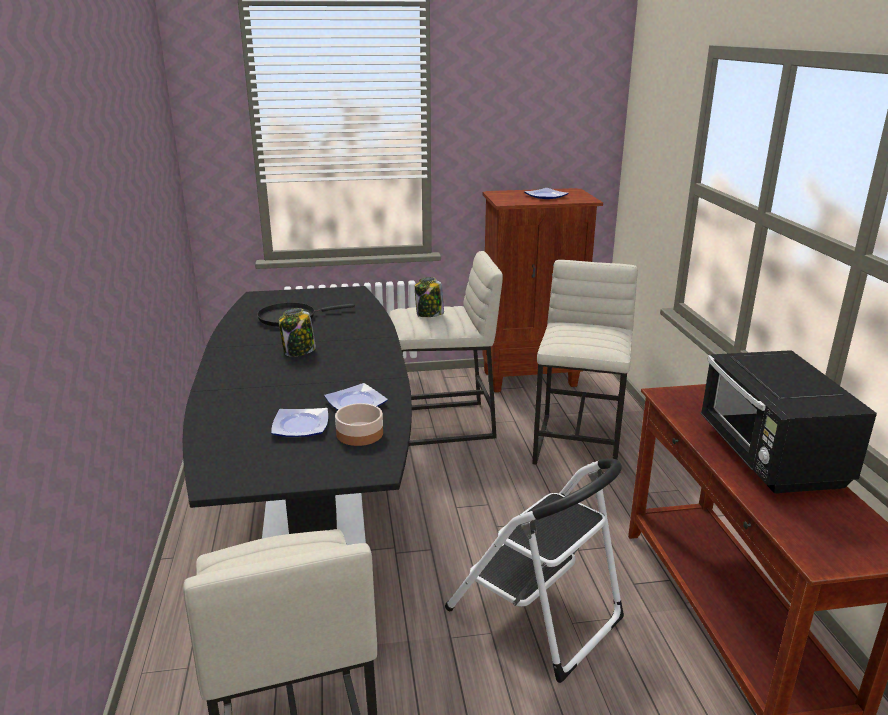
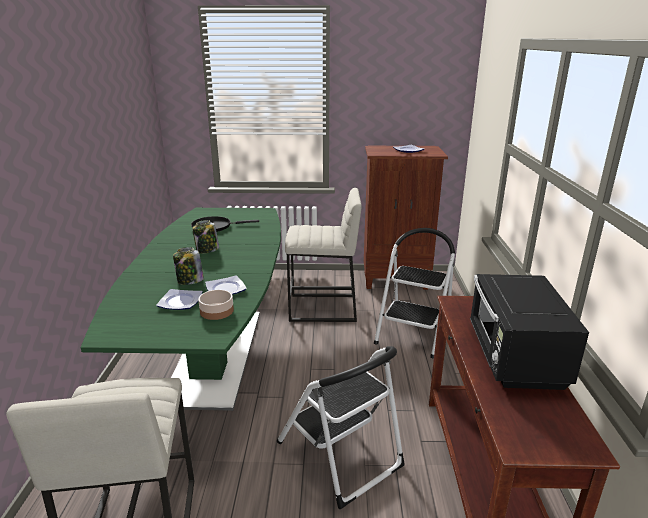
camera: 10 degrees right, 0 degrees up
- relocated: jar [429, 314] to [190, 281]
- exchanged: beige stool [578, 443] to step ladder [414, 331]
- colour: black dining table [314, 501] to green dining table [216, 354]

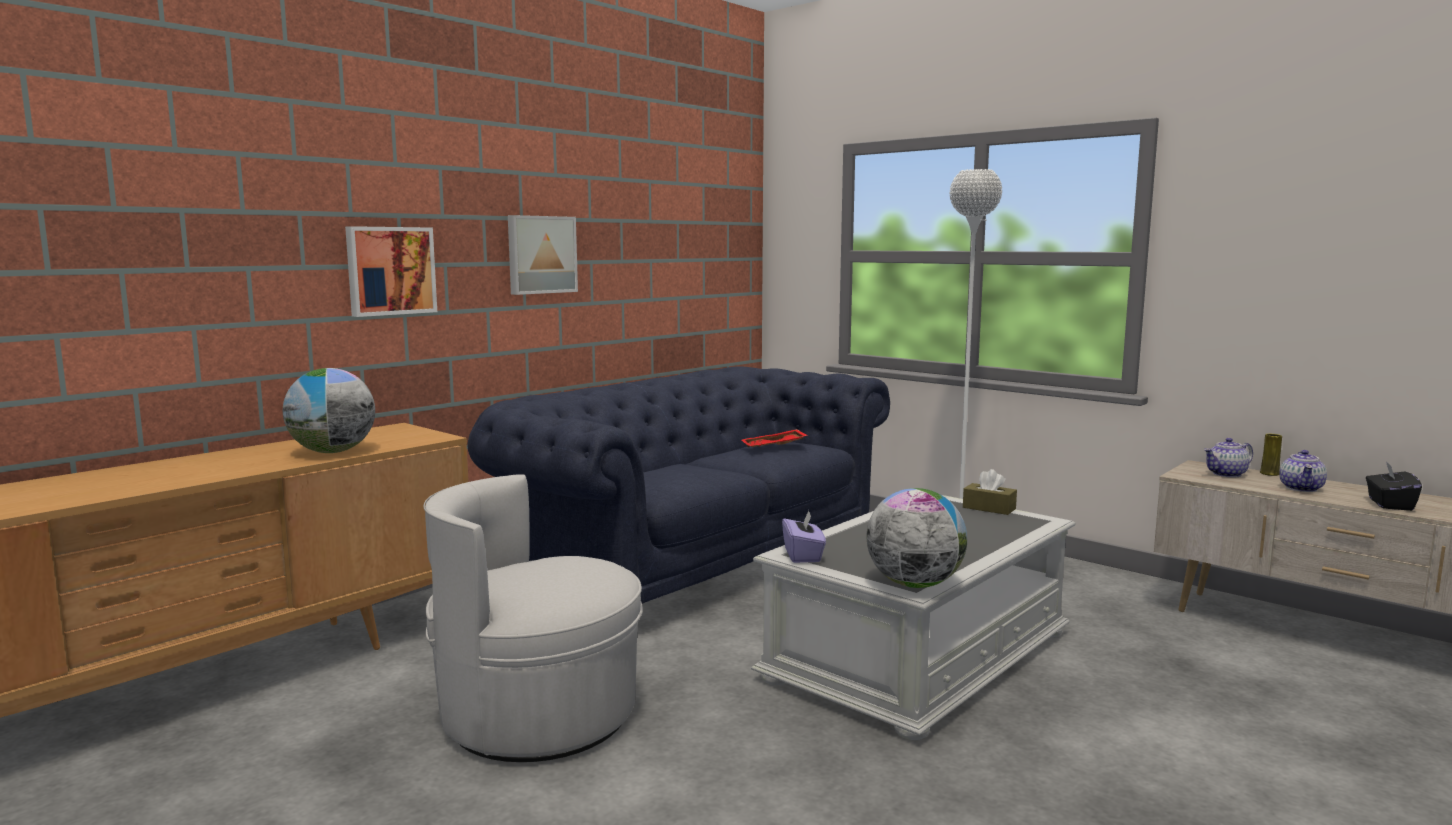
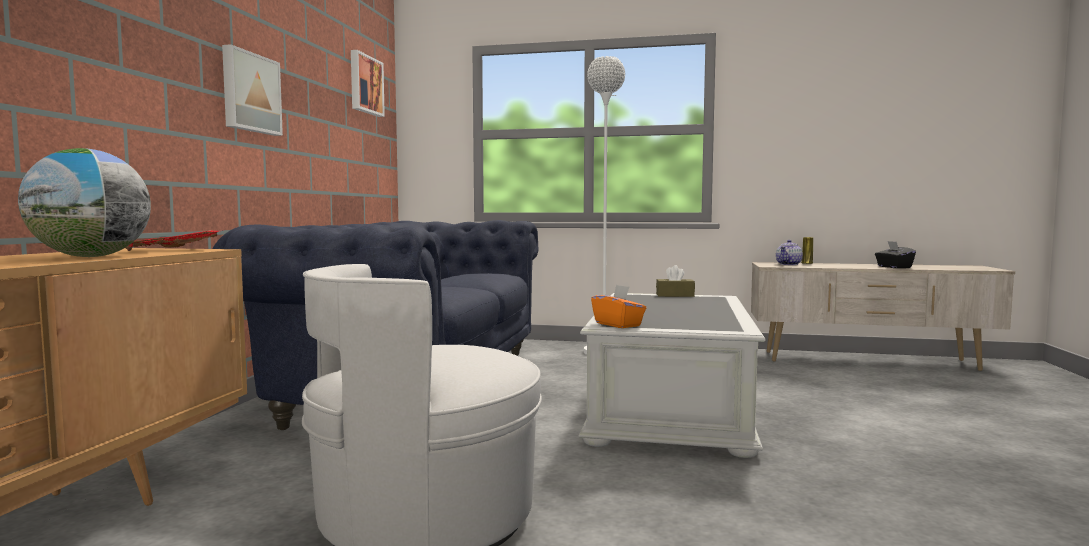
camera: 30 degrees left, 5 degrees down
- missing: globe [914, 584]
- missing: teapot [1302, 488]
- relocated: picture [390, 270] to [365, 85]
- relocated: red tray [774, 447] to [172, 250]
- colour: purple tissue box [803, 555] to orange tissue box [618, 324]

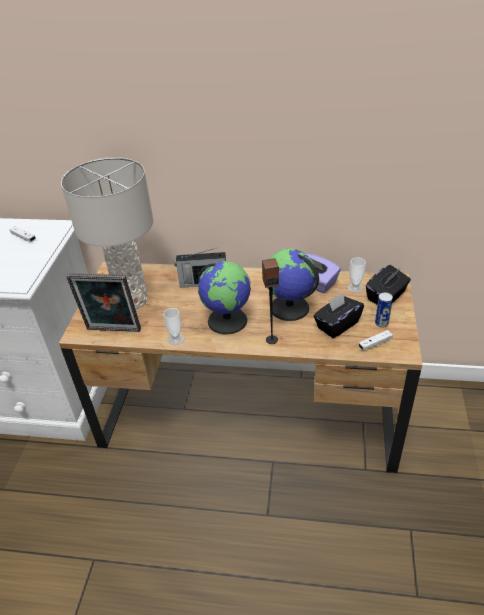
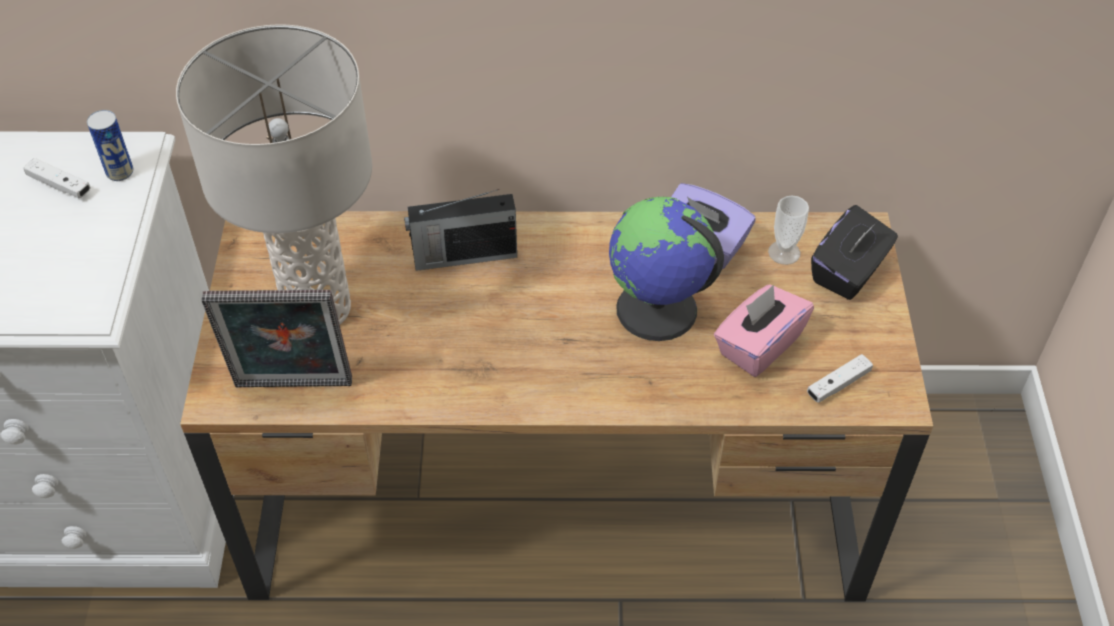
camera: 10 degrees left, 10 degrees up
- missing: cup [176, 339]
- missing: globe [227, 320]
- missing: speaker [271, 339]
- relocated: can [381, 323] to [120, 172]
- colour: black tissue box [337, 325] to pink tissue box [758, 345]

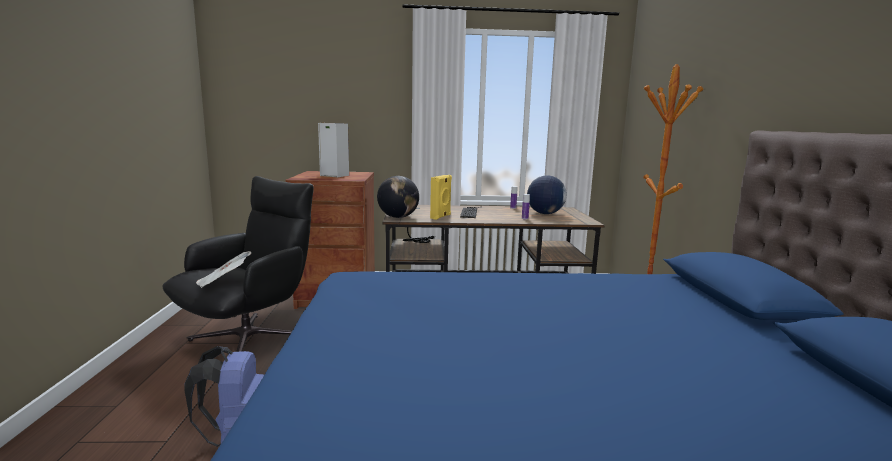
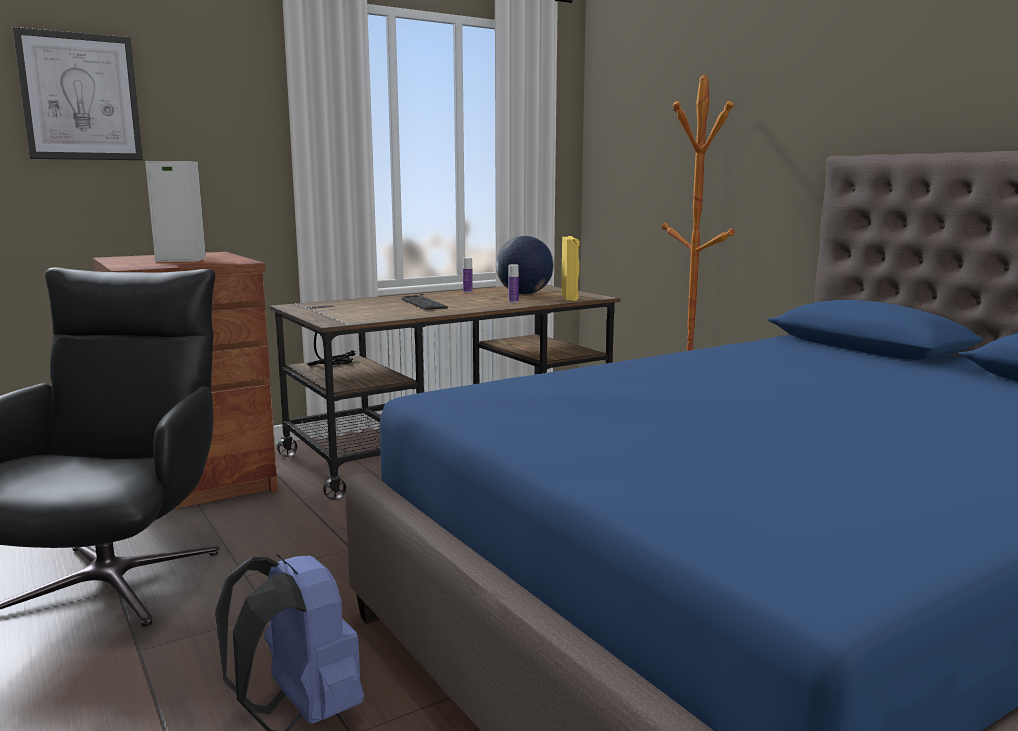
camera: 30 degrees left, 0 degrees up
- missing: newspaper [223, 282]
- missing: globe [398, 217]
- appeared: picture [80, 97]
- relocated: yellow speaker [441, 216] to [570, 297]

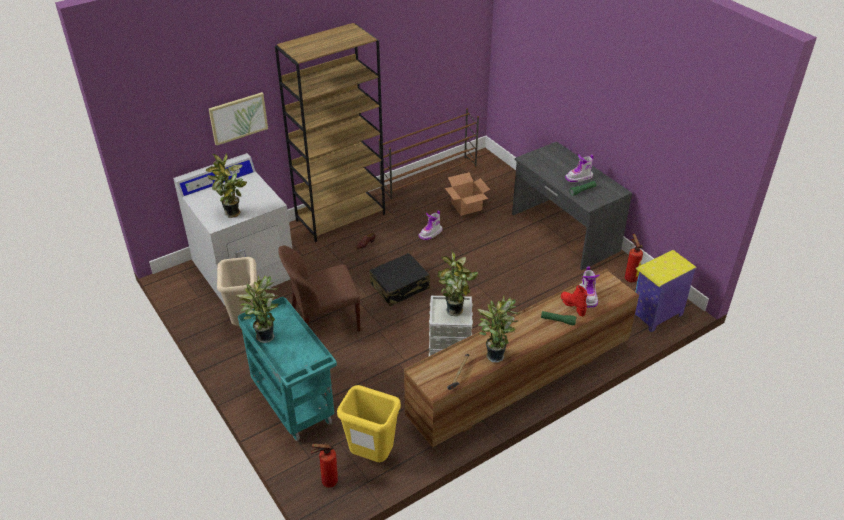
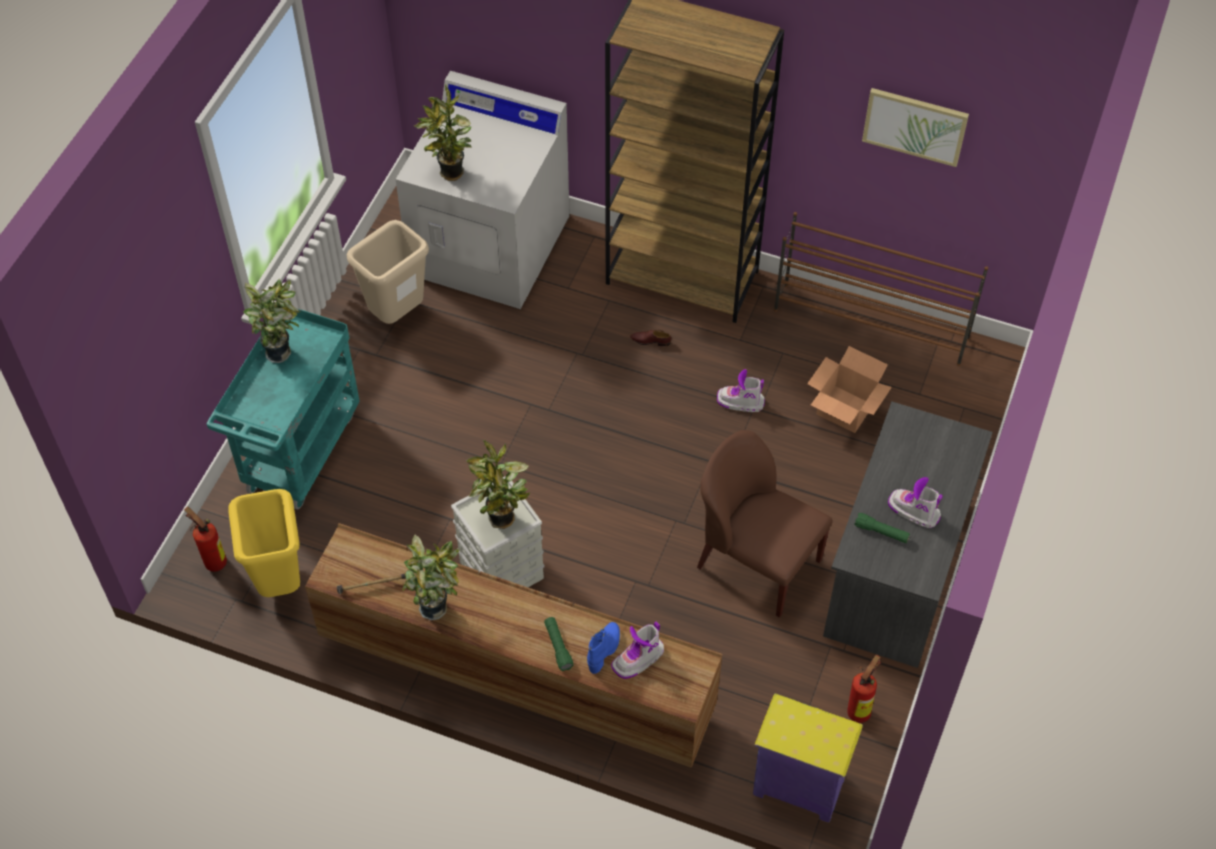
camera: 55 degrees right, 15 degrees up
- missing: black suitcase [400, 286]
- relocated: picture [238, 118] to [915, 125]
- relocated: brown chair [323, 323] to [756, 563]
- colour: red boot [573, 306] to blue boot [604, 650]

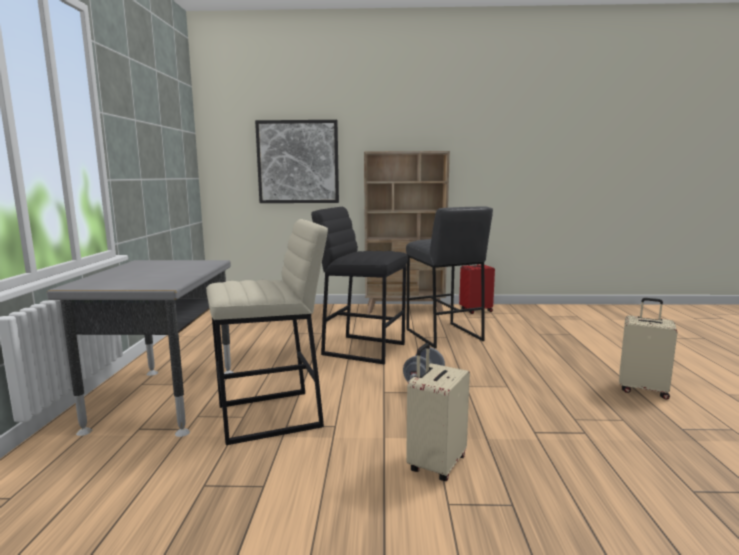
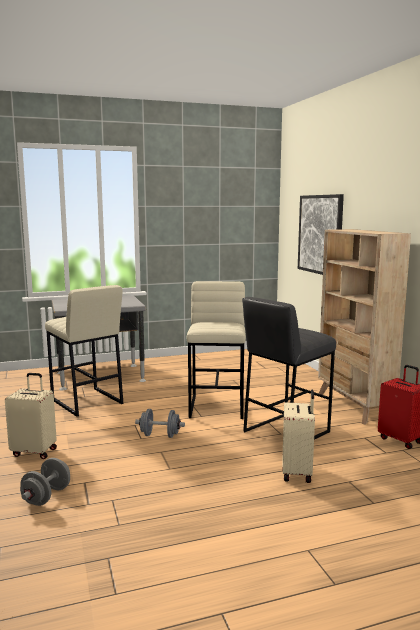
camera: 70 degrees right, 0 degrees up
- appeared: grey dumbbell [46, 496]
- relocated: beige suitcase [643, 390] to [298, 473]
- colour: black stool [361, 349] to beige stool [216, 406]

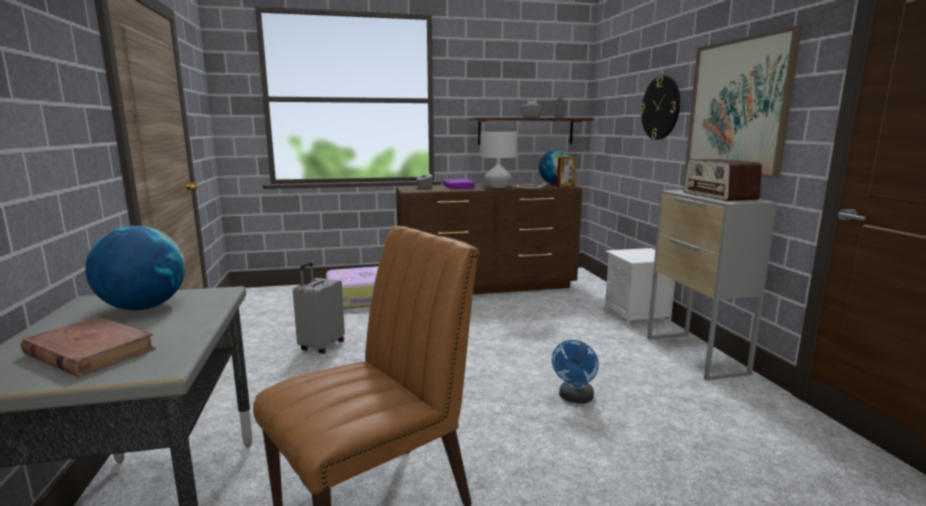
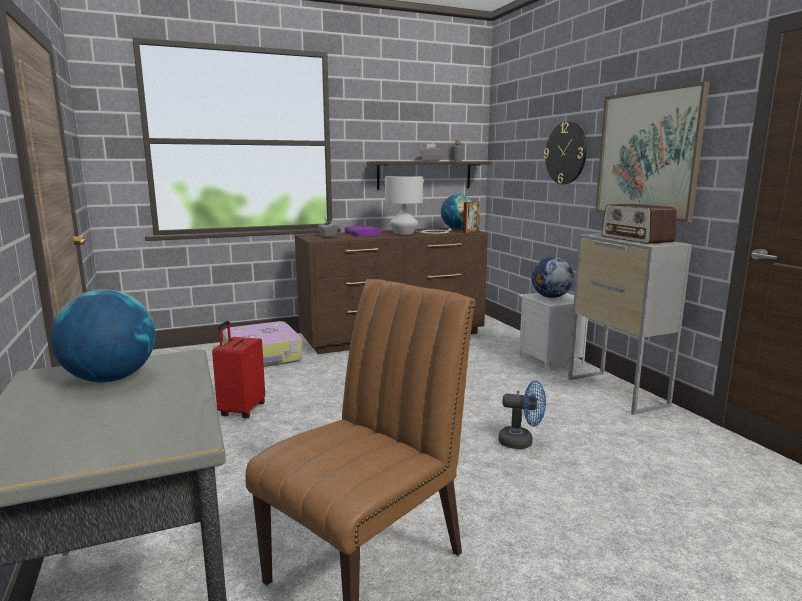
camera: 10 degrees left, 0 degrees up
- missing: brown book [90, 352]
- appeared: globe [550, 297]
- colour: grey suitcase [321, 346] to red suitcase [241, 410]
- spun: blue fan [575, 398] = [521, 442] 90 degrees counterclockwise

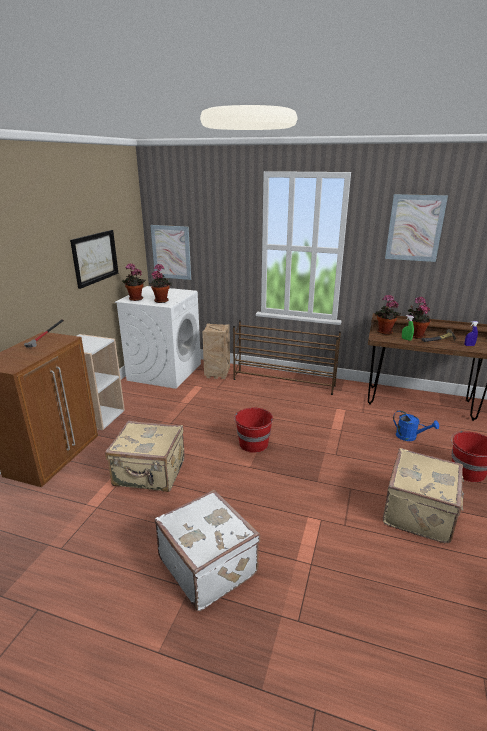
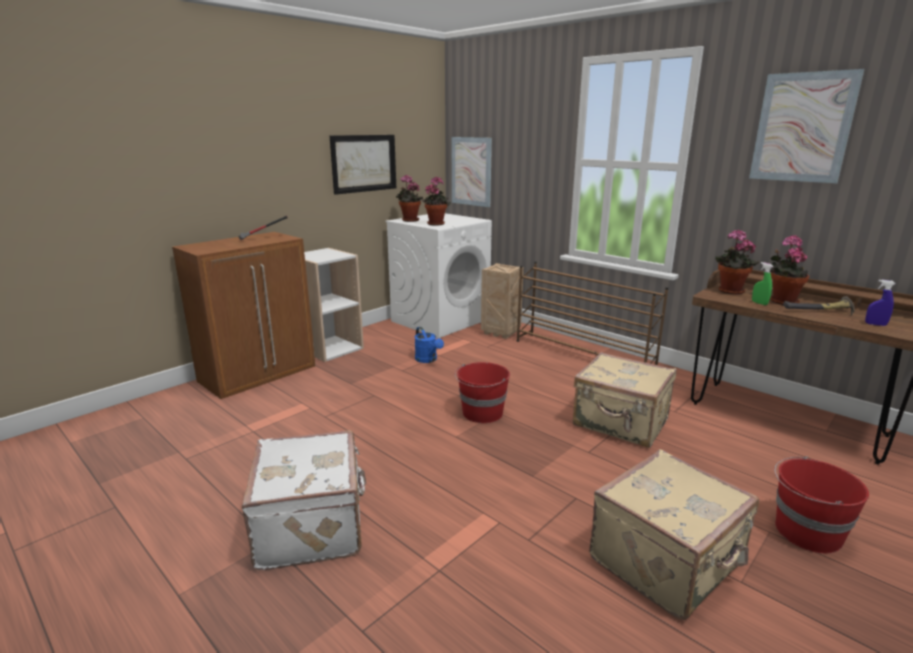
camera: 25 degrees right, 5 degrees down
- relocated: beige suitcase [150, 473] to [620, 423]
- relocated: blue watering can [410, 437] to [428, 360]

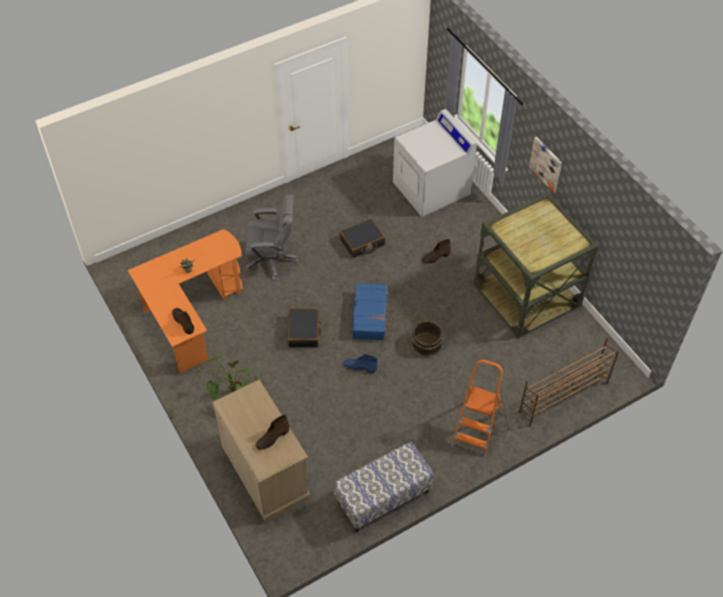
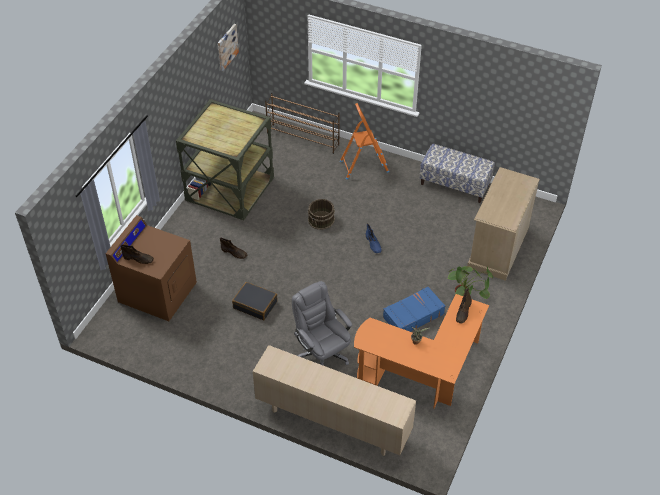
camera: 125 degrees left, 5 degrees down
- missing: black suitcase [304, 331]
- appeared: beige cabinet [332, 422]
- relocated: brown boot [272, 438] to [138, 259]
- relocated: blue suitcase [370, 316] to [413, 315]
- relocated: picture [546, 164] to [227, 47]
- colour: white washing machine [431, 188] to brown washing machine [158, 291]

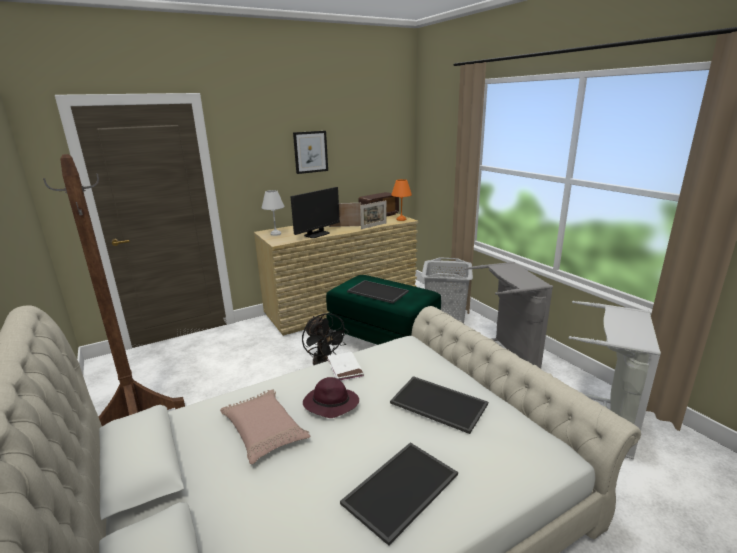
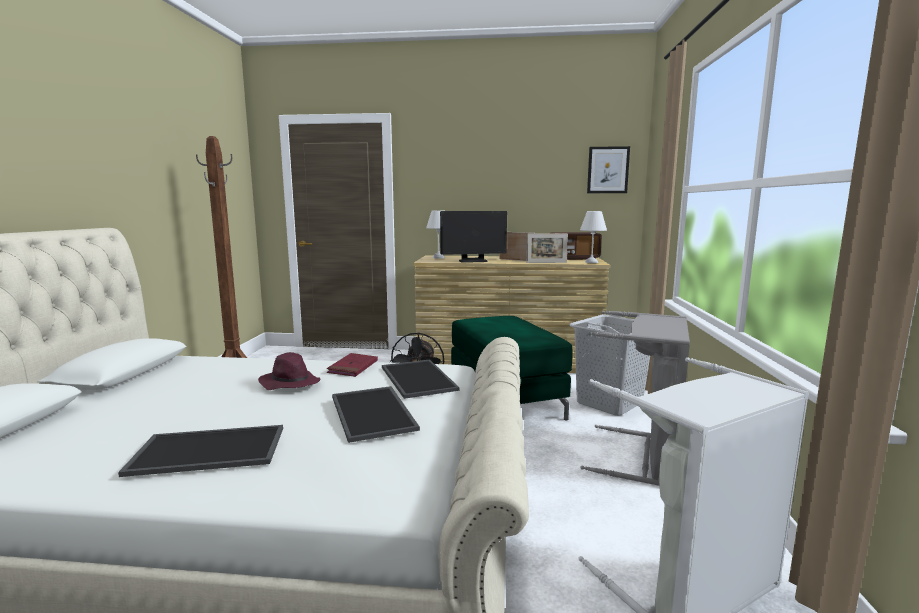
camera: 35 degrees right, 10 degrees down
- missing: beige pillow [264, 429]
- relocated: picture [310, 152] to [608, 170]
- relocated: tray [376, 292] to [416, 378]
- colour: white book [345, 368] to red book [353, 367]
- colour: orange table lamp [401, 219] to white table lamp [592, 262]

